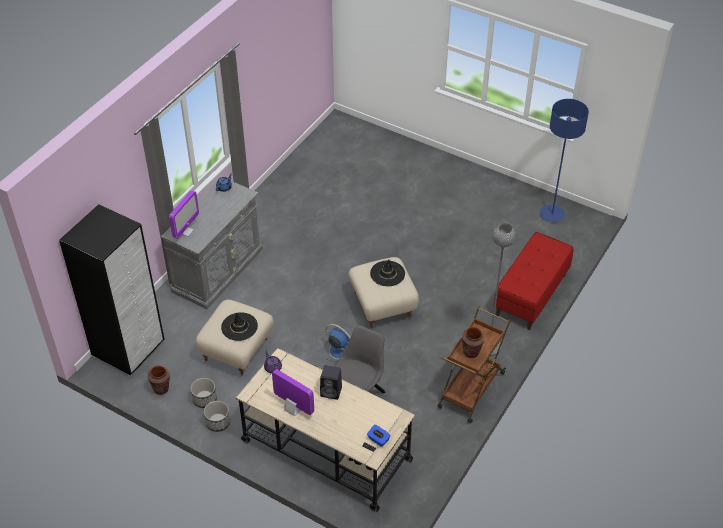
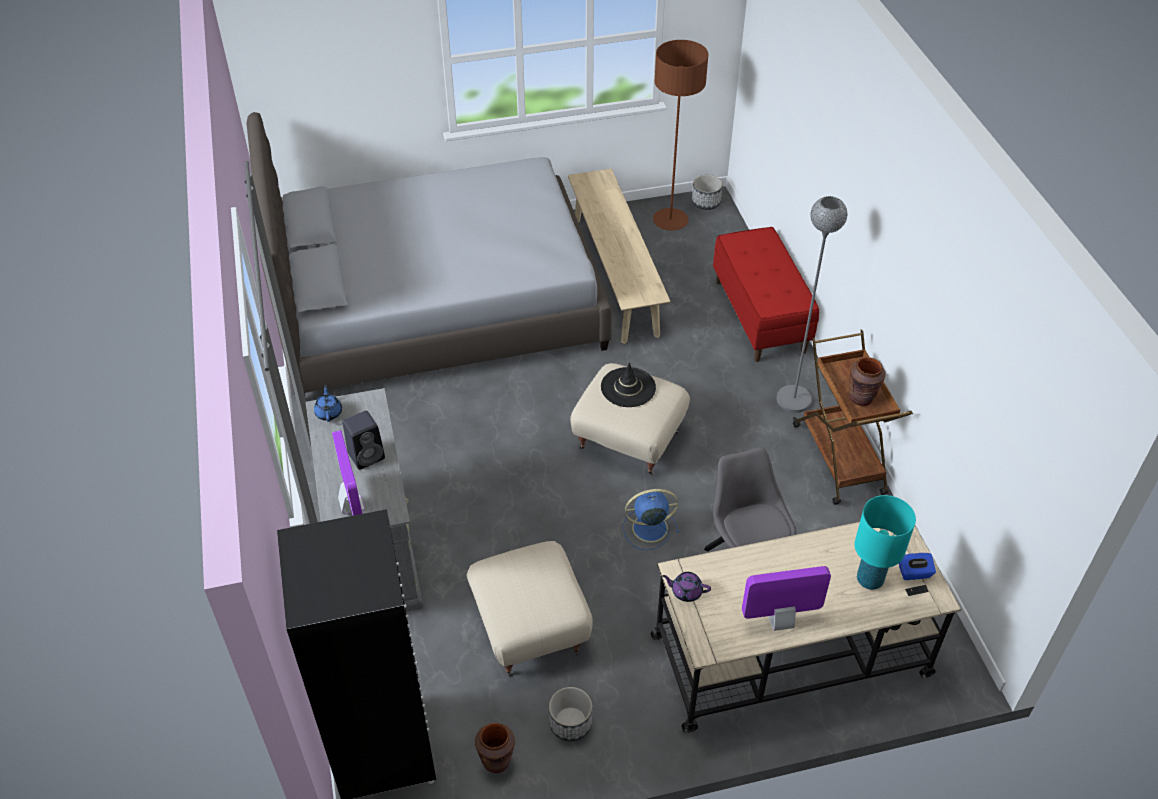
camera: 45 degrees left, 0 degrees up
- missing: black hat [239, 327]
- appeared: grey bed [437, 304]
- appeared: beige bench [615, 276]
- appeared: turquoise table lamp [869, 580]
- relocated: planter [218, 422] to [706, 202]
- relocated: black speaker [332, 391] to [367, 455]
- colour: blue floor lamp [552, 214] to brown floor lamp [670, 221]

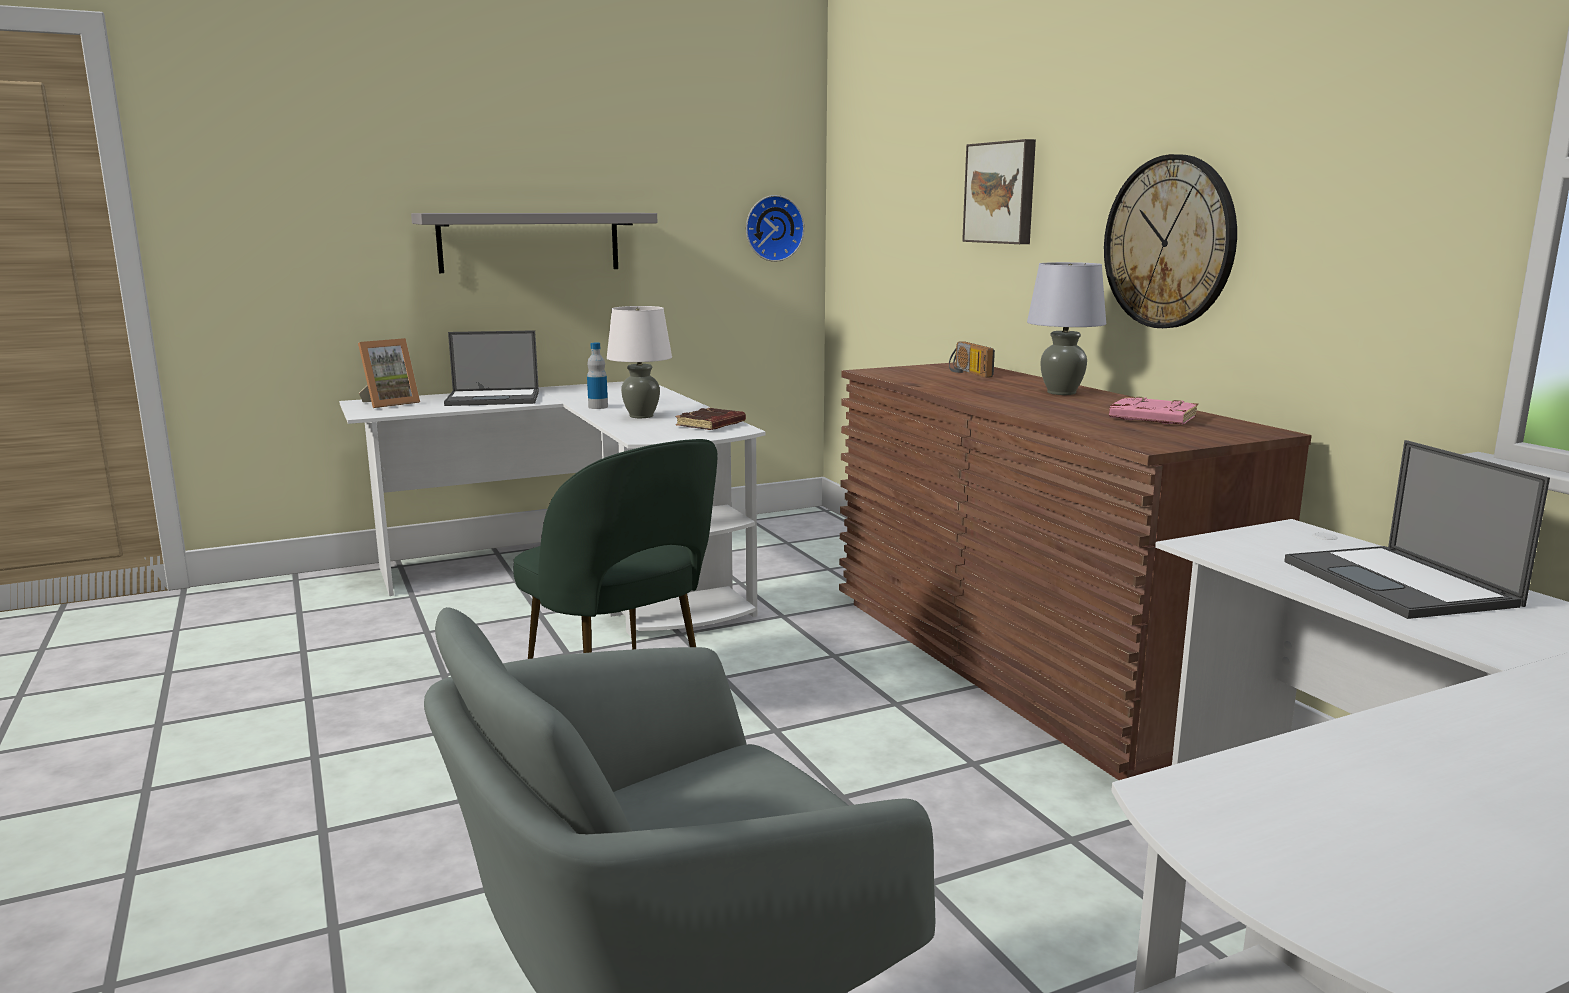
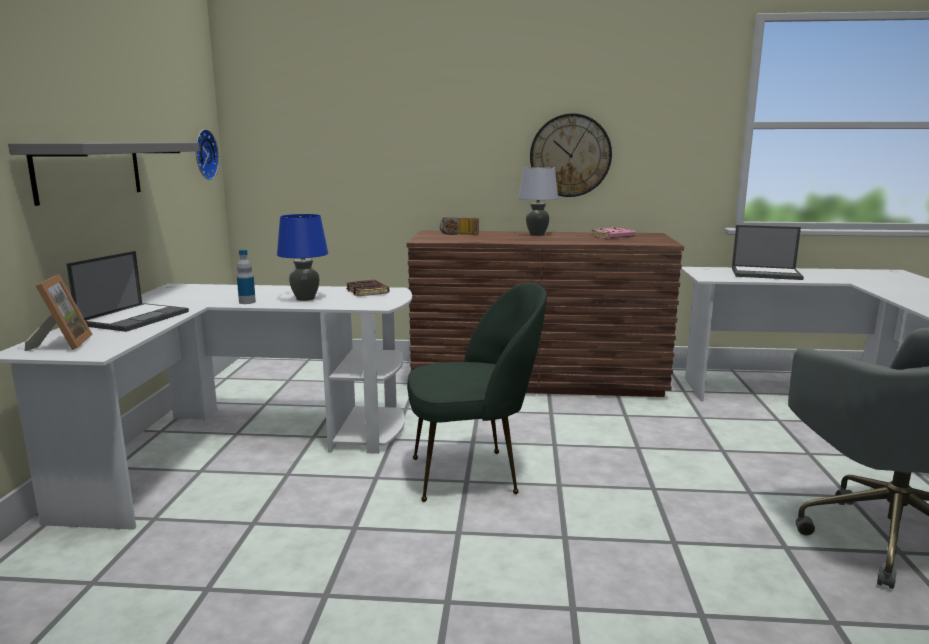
camera: 60 degrees left, 0 degrees up
- missing: picture [1002, 193]
- colour: white table lamp [641, 416] to blue table lamp [305, 298]

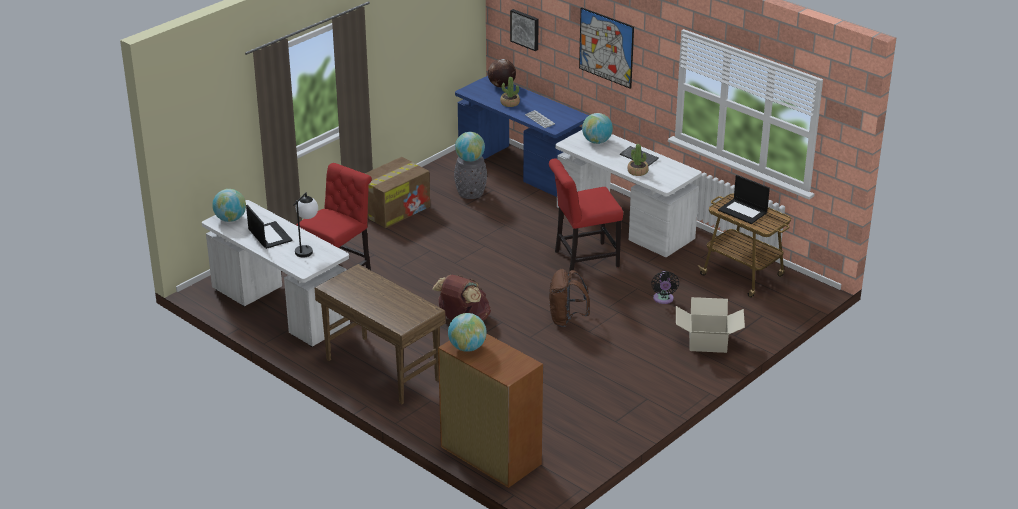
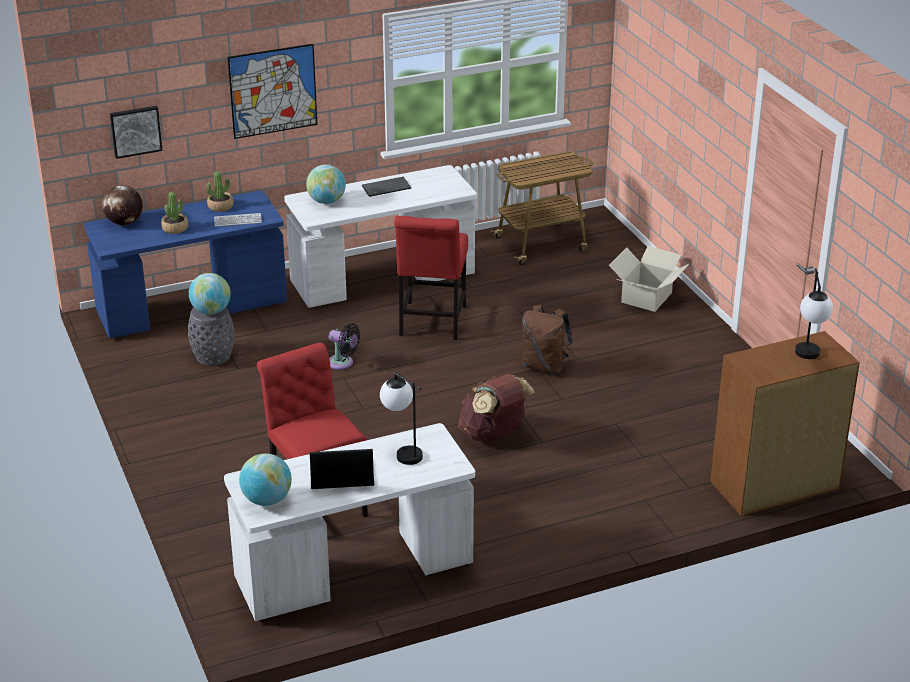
camera: 65 degrees left, 0 degrees up
- missing: brown console table [381, 370]
- missing: cardboard box [395, 209]
- missing: globe [467, 347]
- missing: laptop [743, 211]
- appeared: table lamp [808, 358]
- relocated: potted plant [637, 171] to [220, 206]
- relocated: black fan [663, 299] to [343, 363]

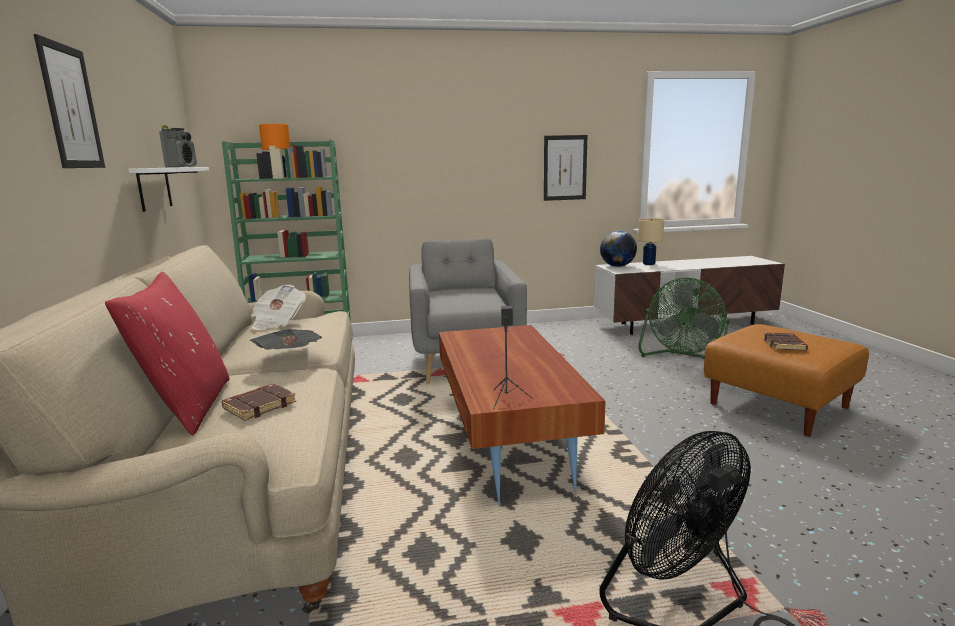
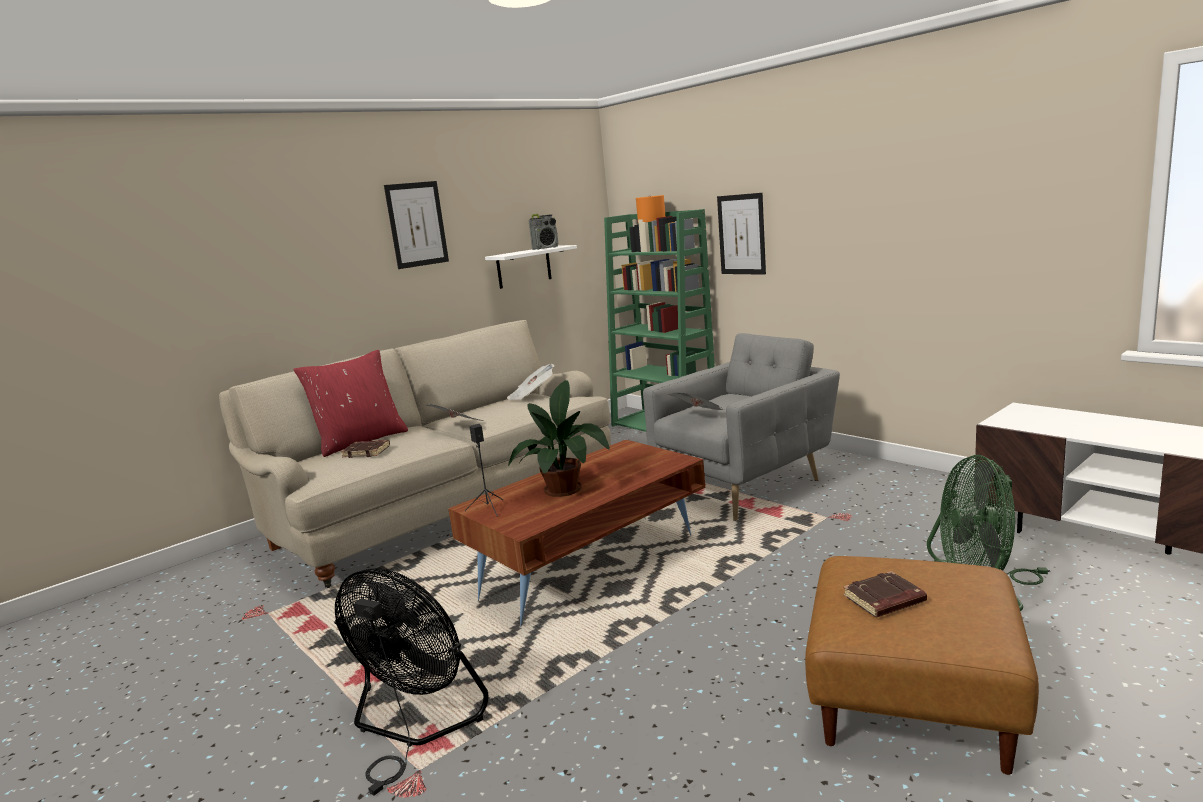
camera: 60 degrees right, 0 degrees up
- missing: globe [617, 266]
- missing: beige table lamp [649, 264]
- appeared: potted plant [566, 488]
- appeared: newspaper [699, 416]
- relocated: picture [565, 168] to [741, 234]

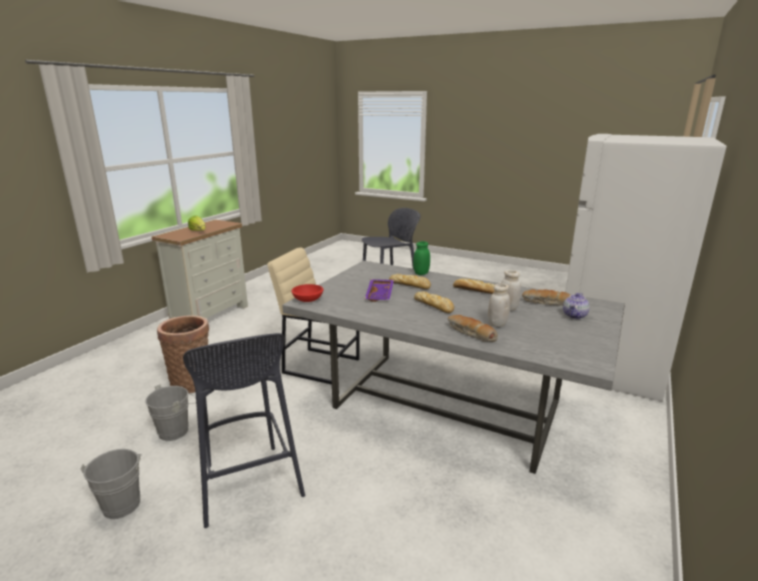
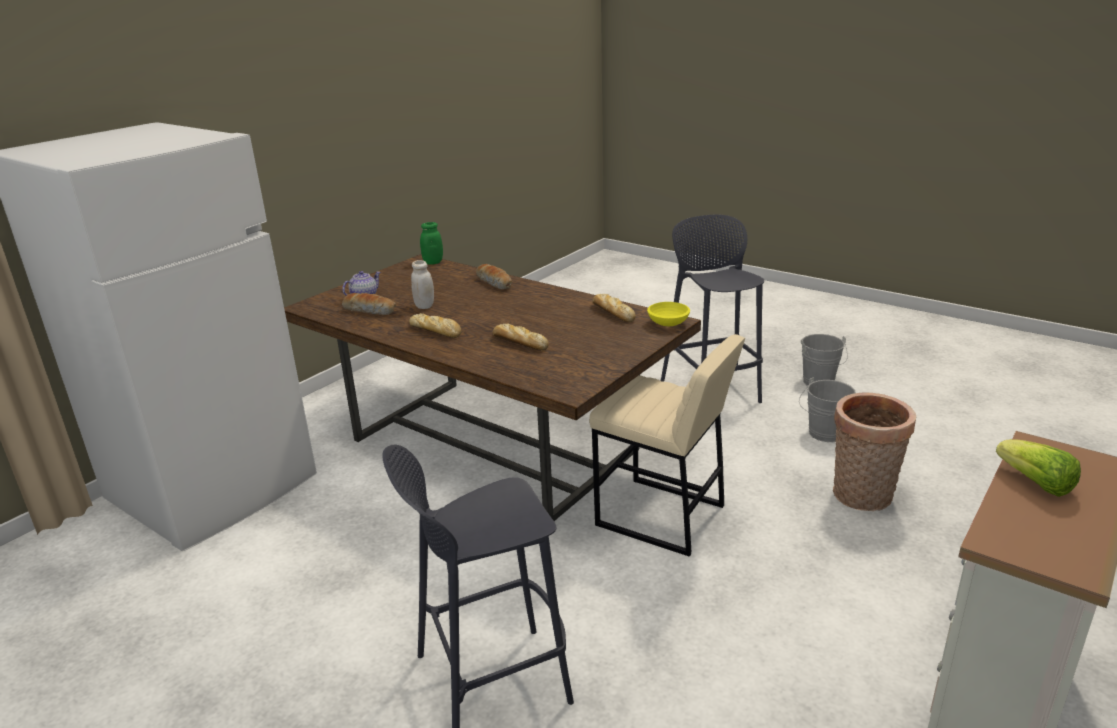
camera: 170 degrees left, 5 degrees up
- missing: purple tray [380, 295]
- missing: white jar [497, 324]
- relocated: green jar [421, 273] to [433, 262]
- relocated: bread [434, 306] to [612, 312]
- colour: grey dining table [448, 406] to brown dining table [491, 443]
- colour: red bowl [308, 300] to yellow bowl [668, 324]

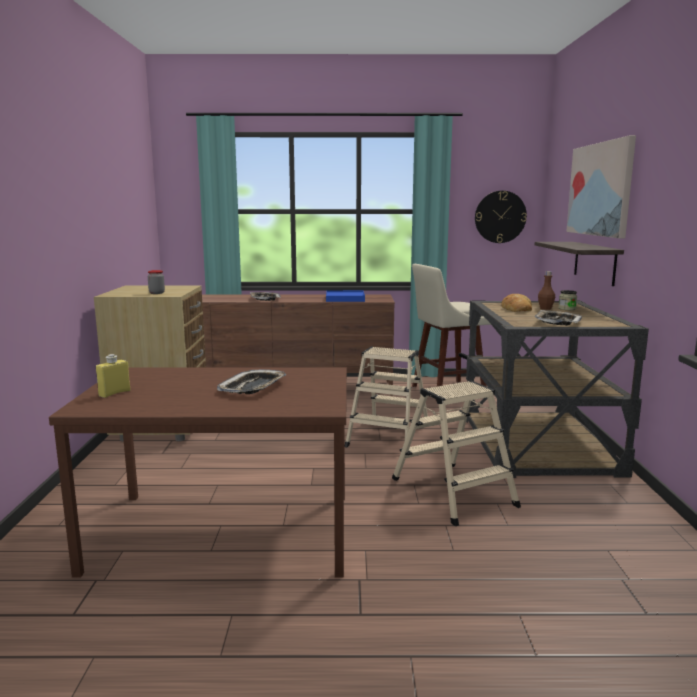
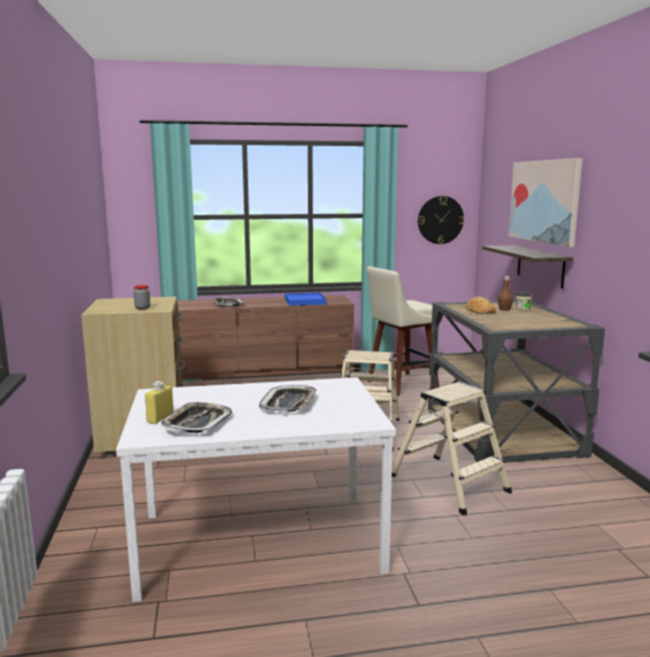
camera: 10 degrees left, 0 degrees up
- relocated: tray [557, 322] to [197, 423]
- colour: brown dining table [222, 533] to white dining table [258, 542]

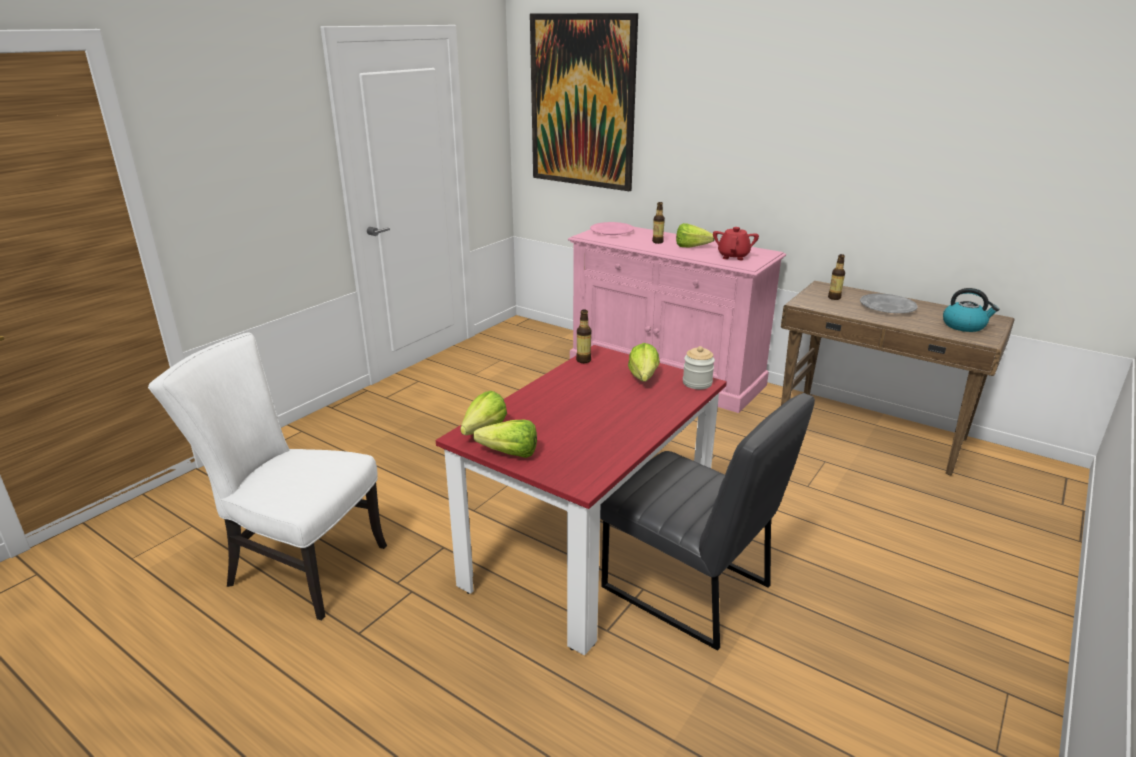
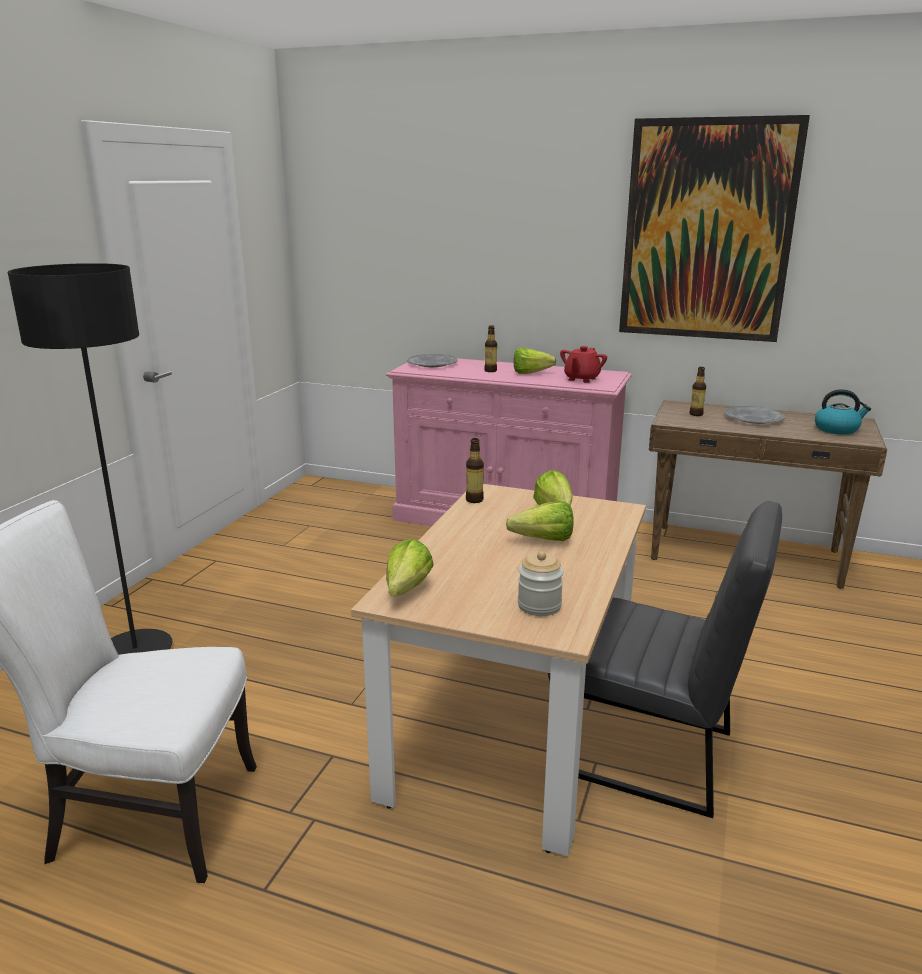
camera: 15 degrees left, 5 degrees down
- appeared: black floor lamp [135, 651]
- relocated: lettuce [505, 453] to [538, 540]
- relocated: picture [582, 102] to [707, 231]
- relocated: jar [697, 383] to [539, 606]
- colour: red dining table [589, 549] to beige dining table [513, 727]
- colour: pink plate [612, 231] to grey plate [432, 364]
- spun: red teapot [733, 256] = [581, 379] 150 degrees counterclockwise

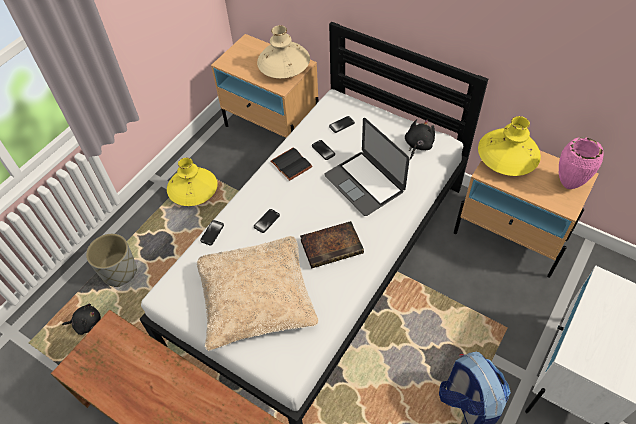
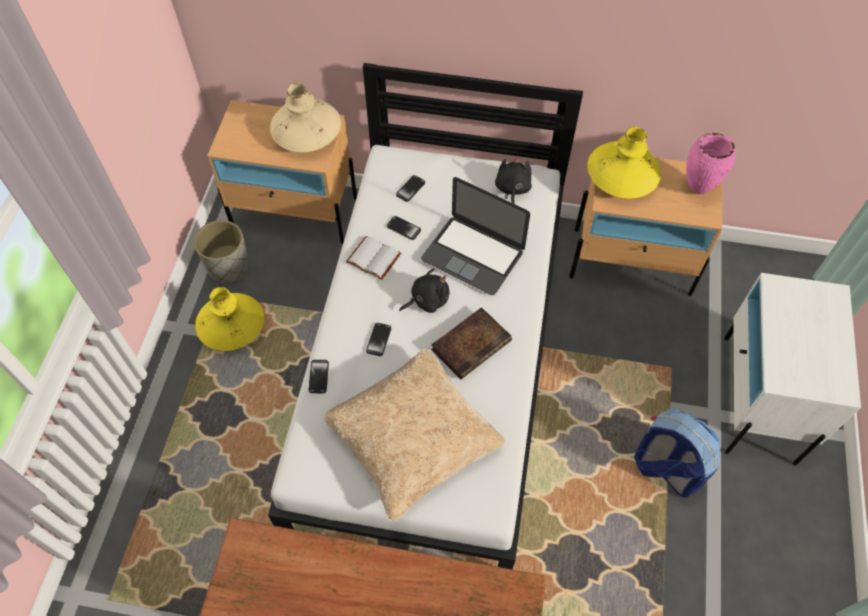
camera: 25 degrees left, 5 degrees up
- relocated: black plush toy [87, 323] to [427, 300]
- relocated: grey planter [119, 272] to [229, 267]
- colour: black book [290, 165] to white book [372, 259]

